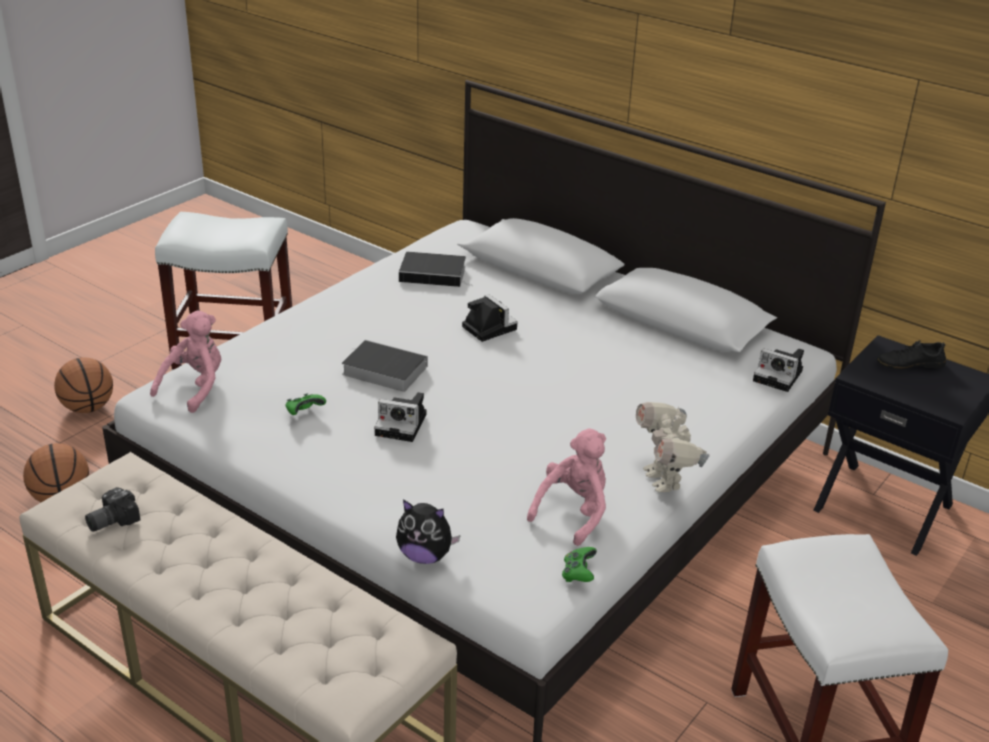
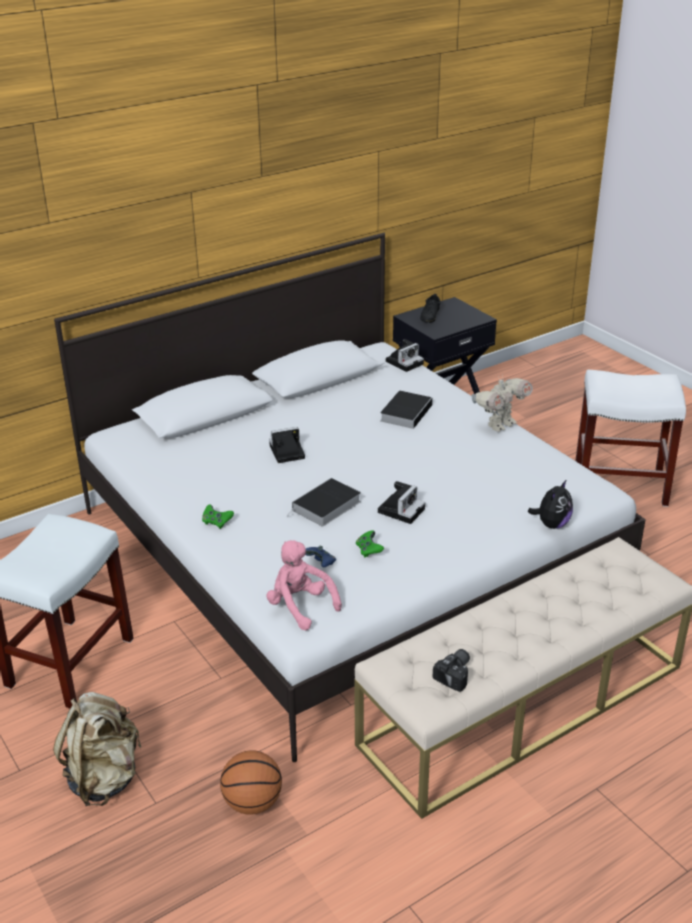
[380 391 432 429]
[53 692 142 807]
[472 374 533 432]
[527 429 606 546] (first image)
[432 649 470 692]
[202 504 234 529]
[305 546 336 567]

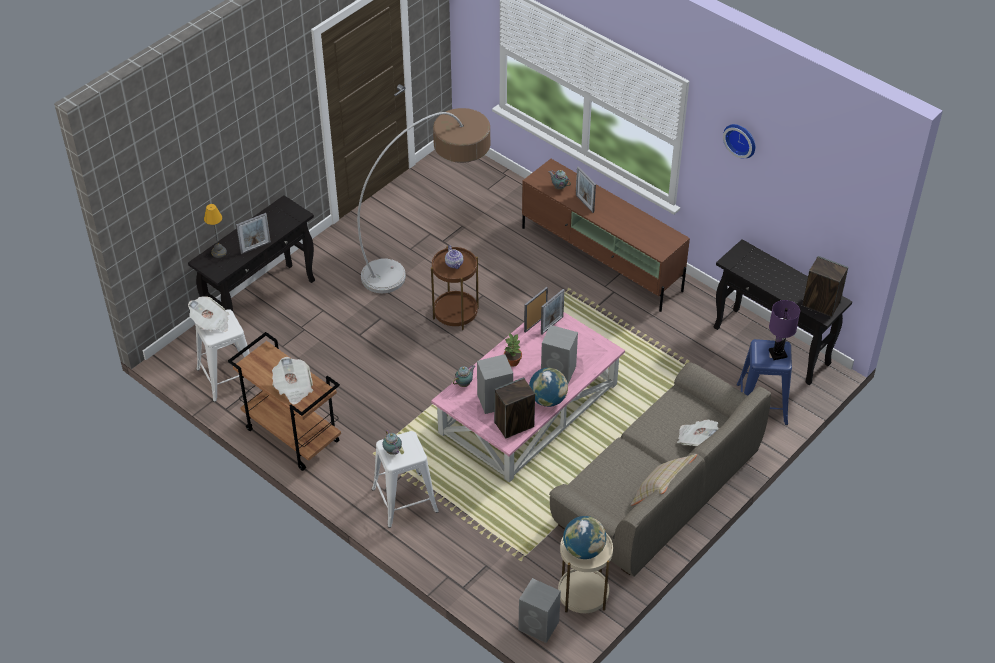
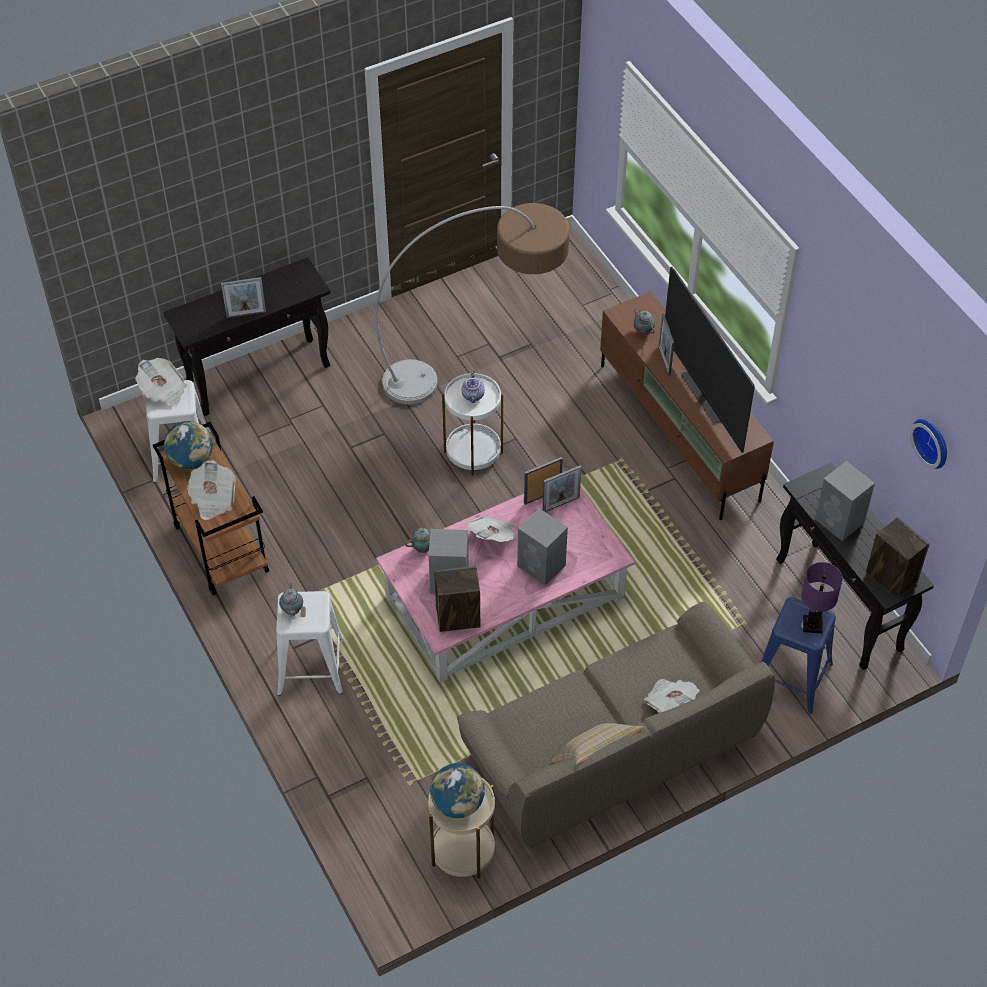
[910 419 947 469]
[204 204 227 258] (first image)
[442 371 503 476]
[467 516 515 542]
[164 421 213 469]
[815 461 875 541]
[665 267 755 453]

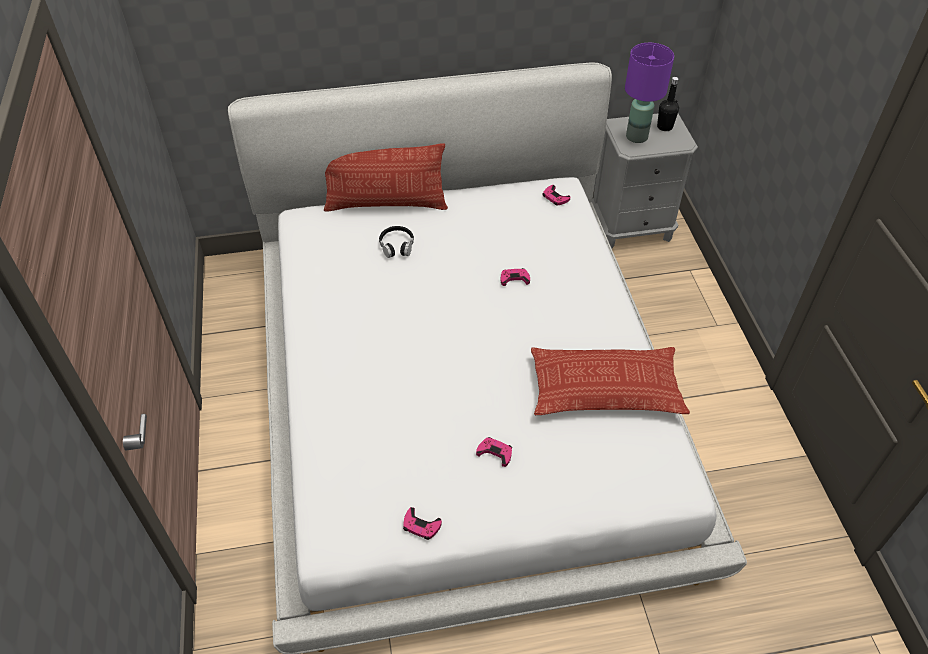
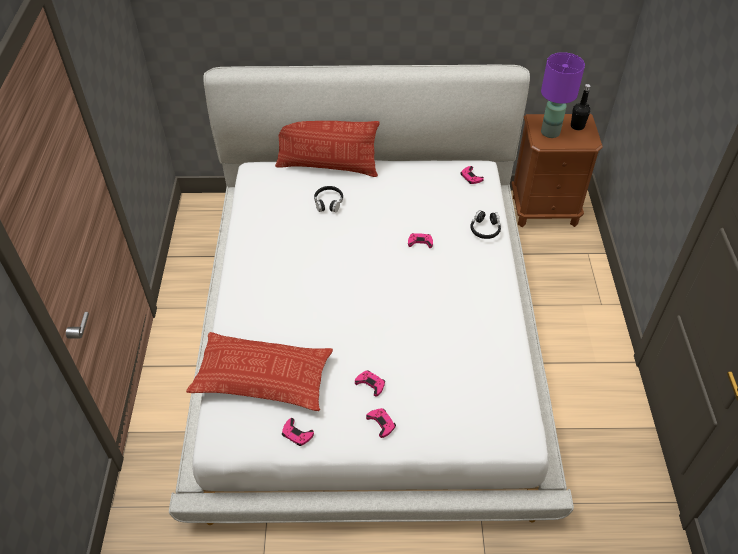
[511 114 603 227]
[186 332 333 411]
[470 210 501 239]
[366 408 396 438]

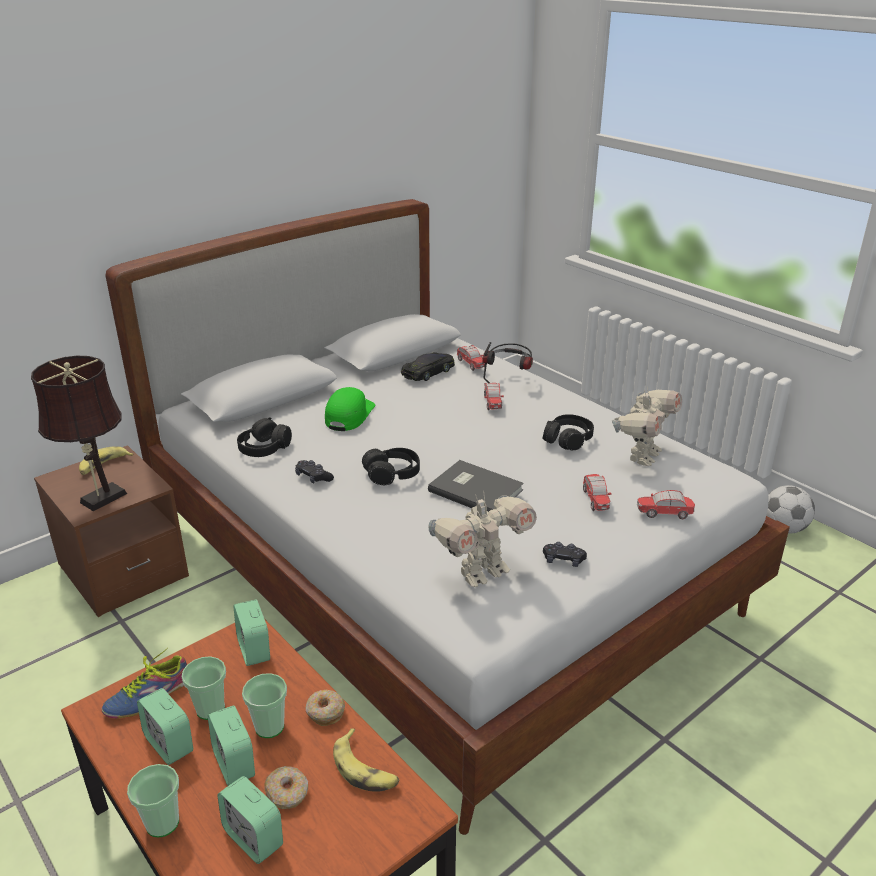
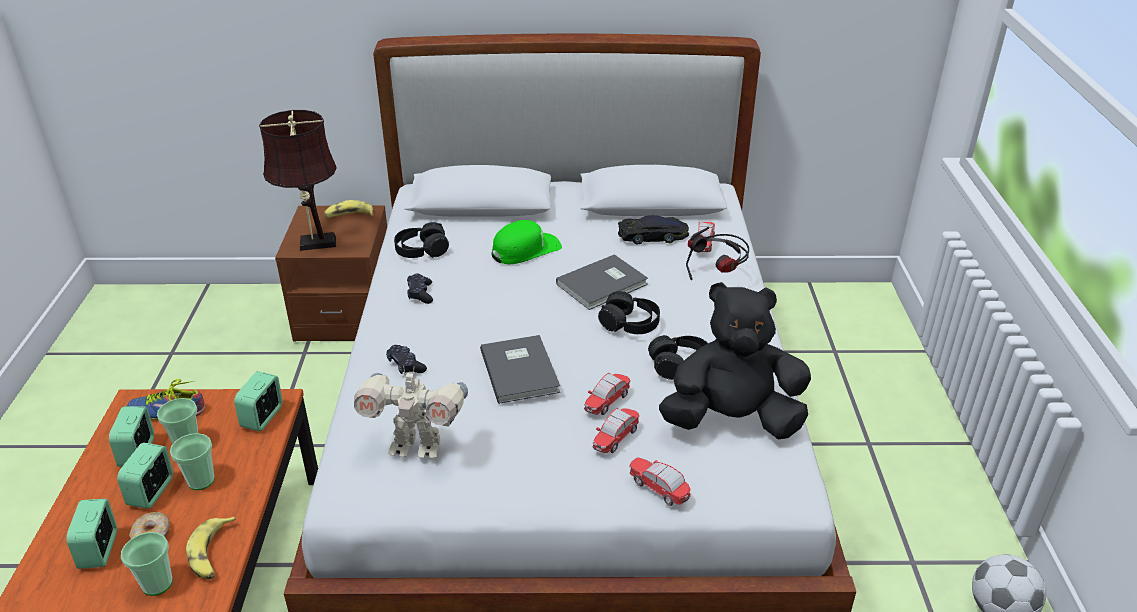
[584 373 630 415]
[659 282 811 439]
[598 291 660 334]
[386 345 427 374]
[305 690 345 726] (first image)
[121 532 173 596]
[556 254 648 310]

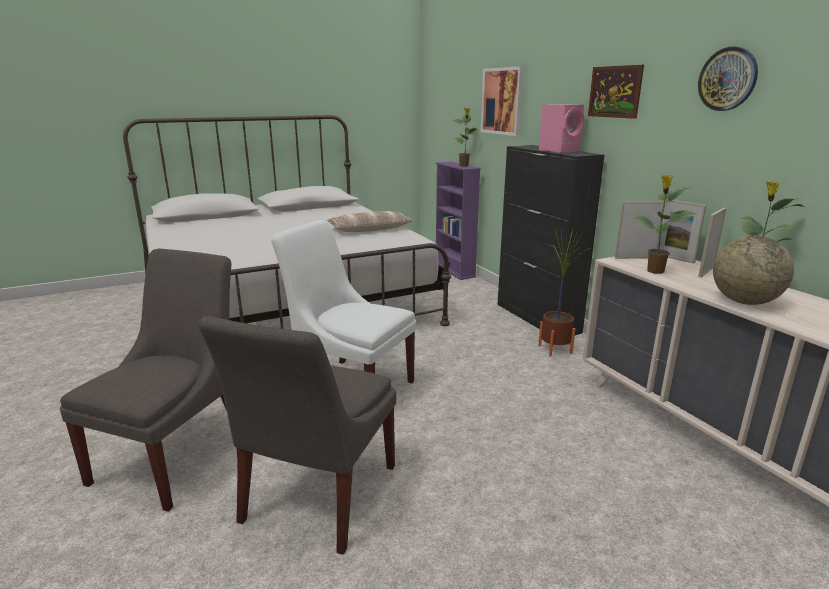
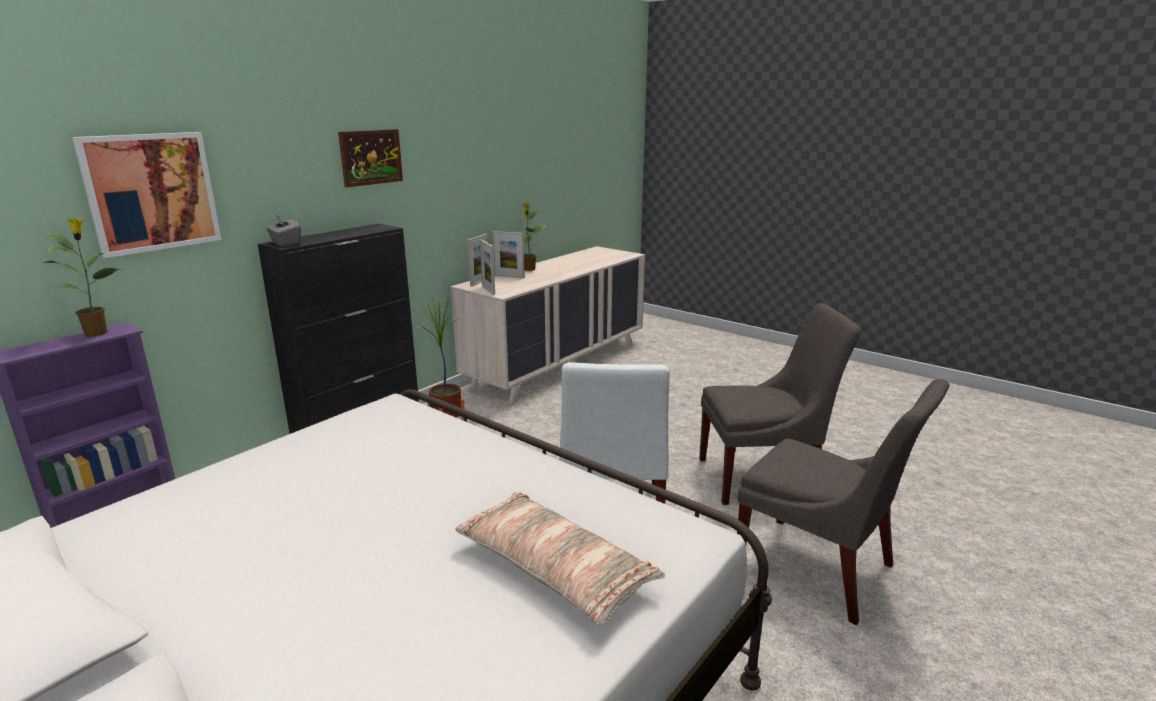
[698 46 758 111] (first image)
[539 104 585 153] (first image)
[629 175 697 274] (first image)
[456 492 665 624]
[713 236 794 305] (first image)
[737 379 949 625]
[266 214 301 246]

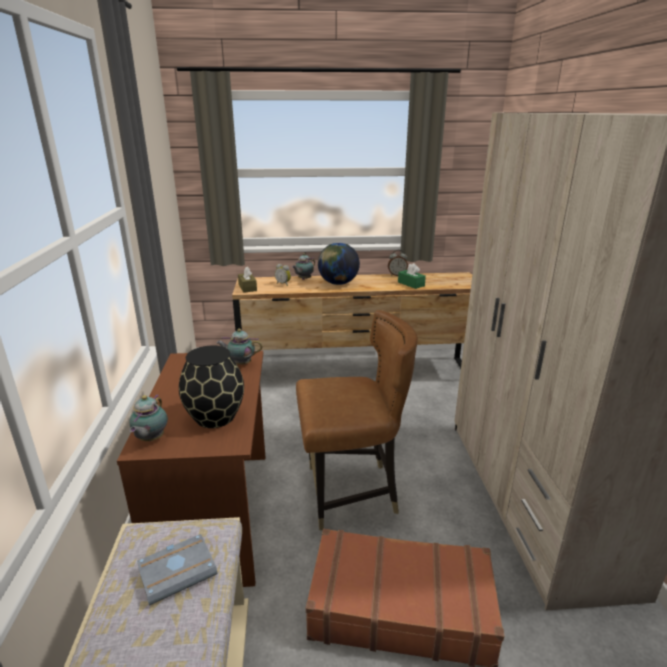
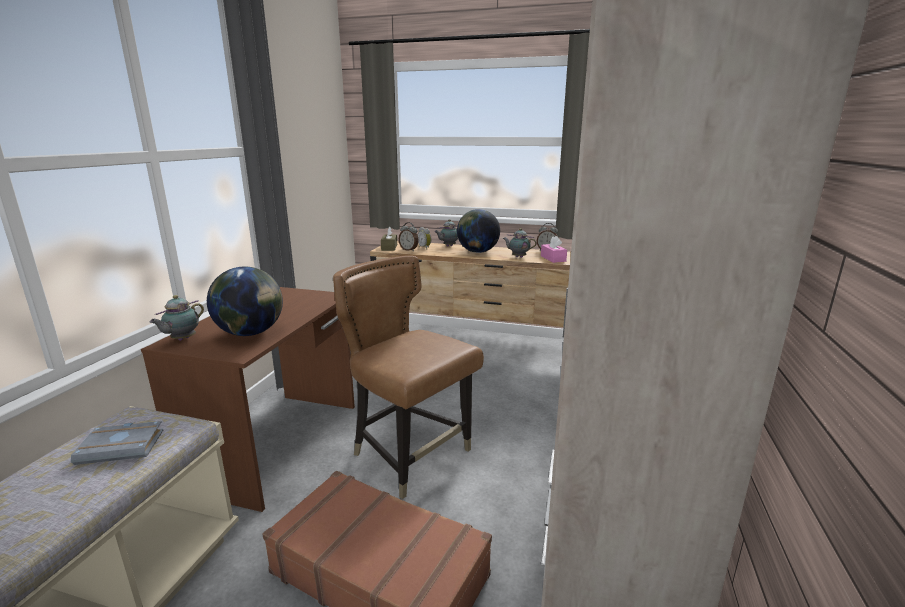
[541 236 567 263]
[333 256 484 499]
[503 228 537 258]
[207 267 283 336]
[399 222 419 251]

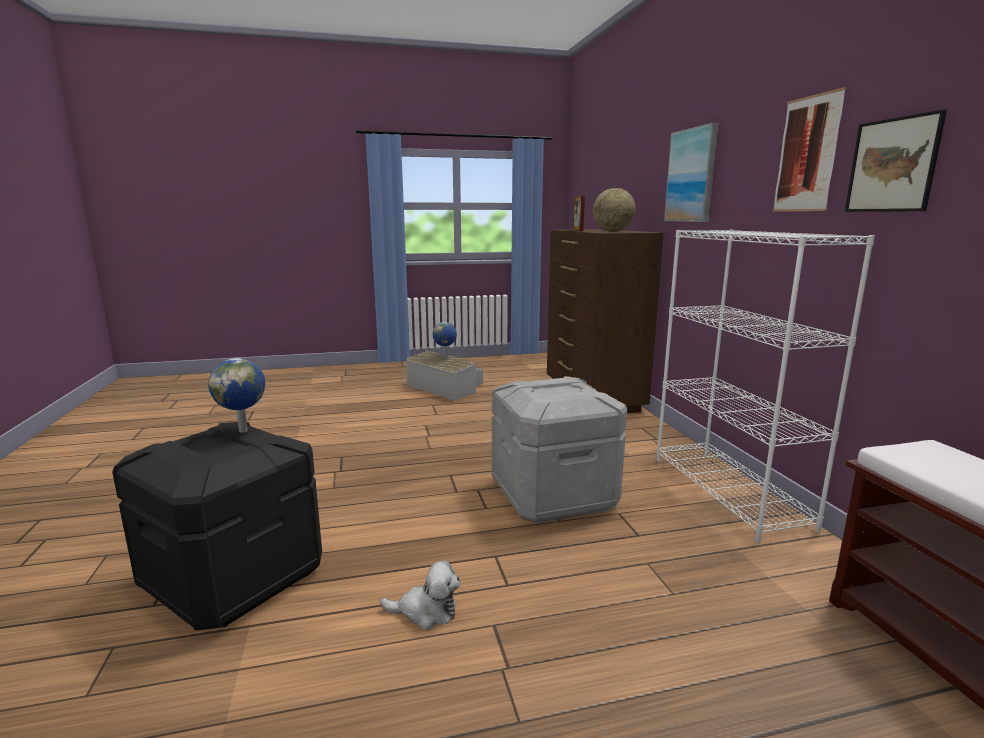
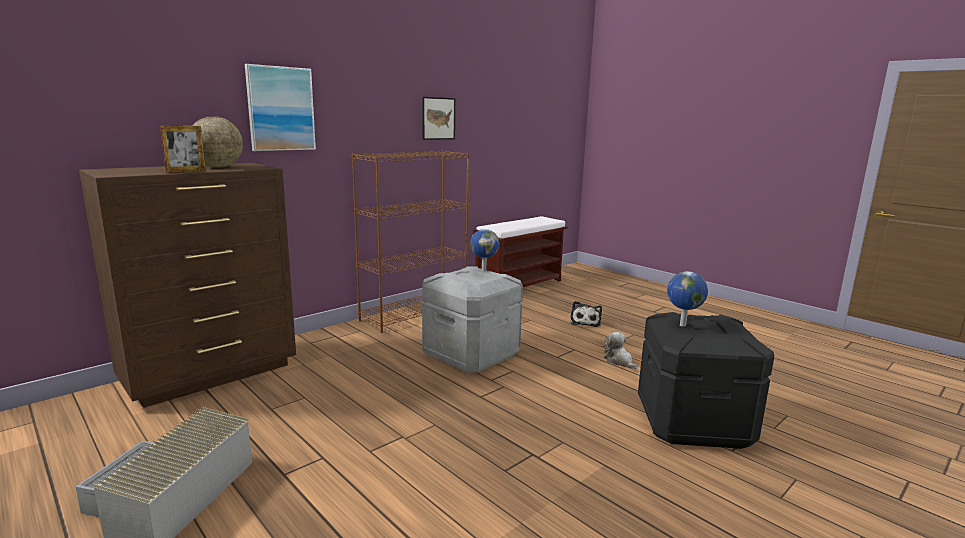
[773 87 847 211] (first image)
[352 151 470 333]
[470 229 499 271]
[570 301 602 327]

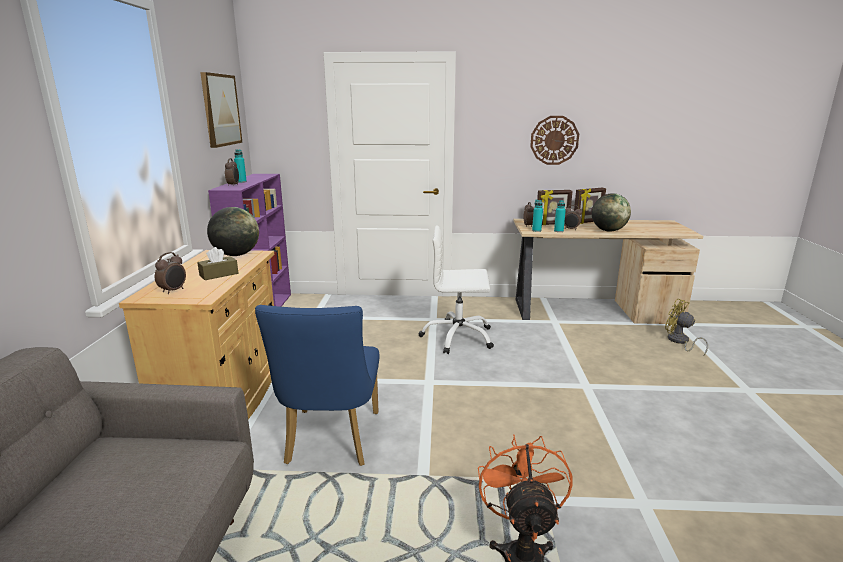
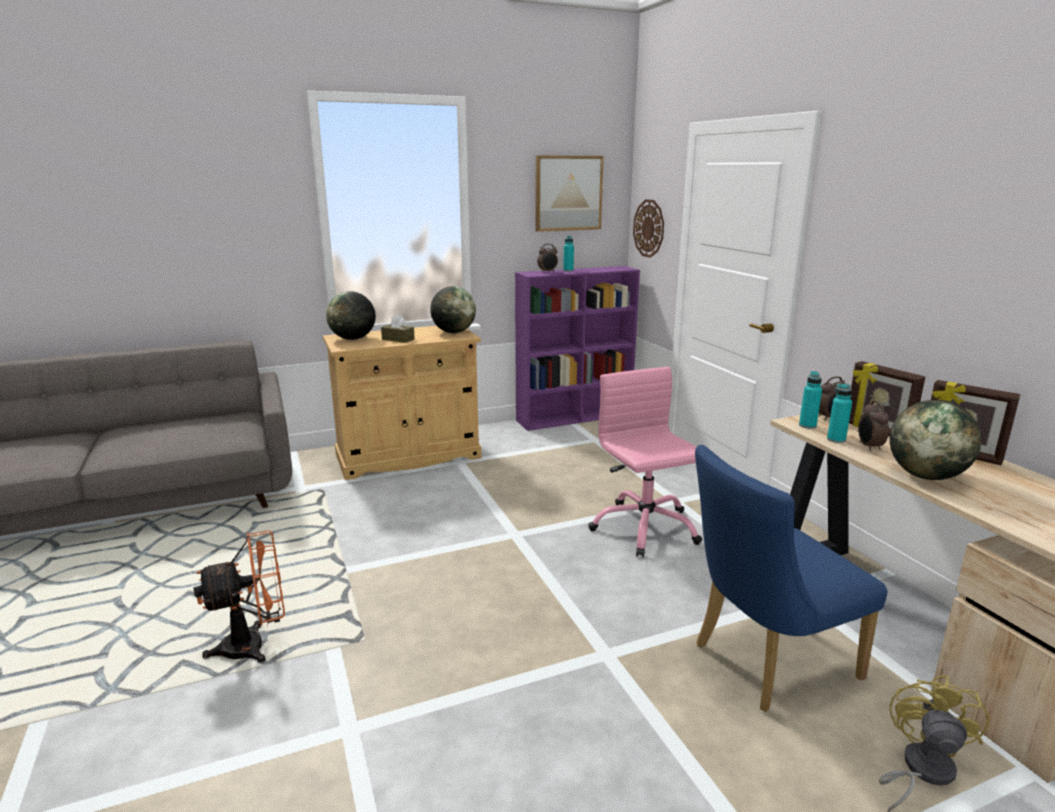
[633 199 664 258]
[588 367 702 557]
[326 291 376 340]
[695 445 887 712]

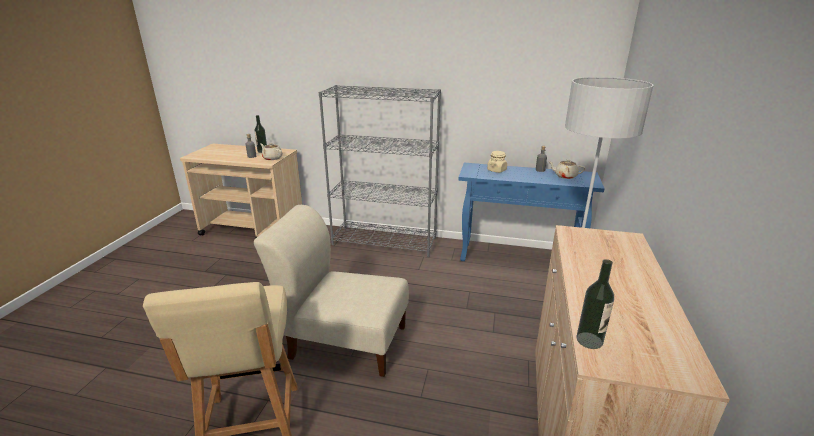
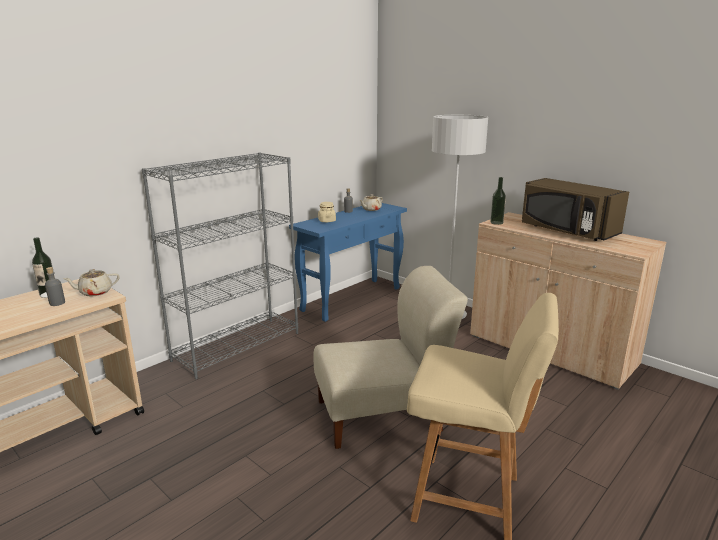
[314 266 468 449]
[490 177 506 225]
[522 178 629 241]

